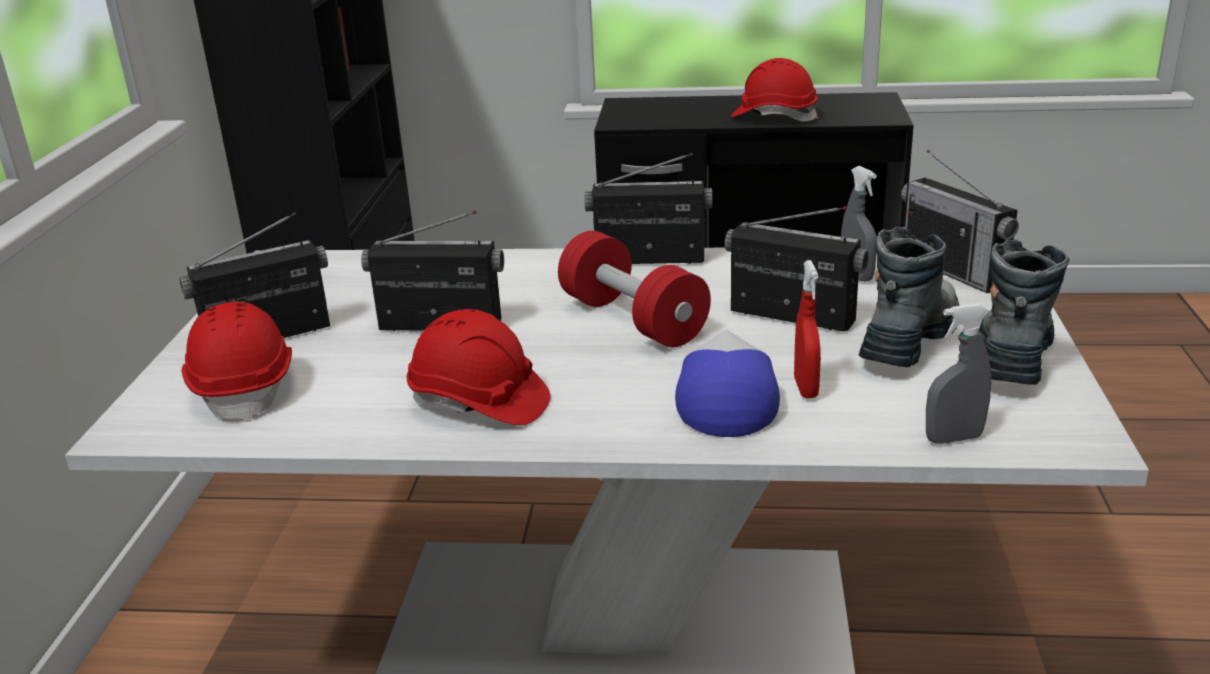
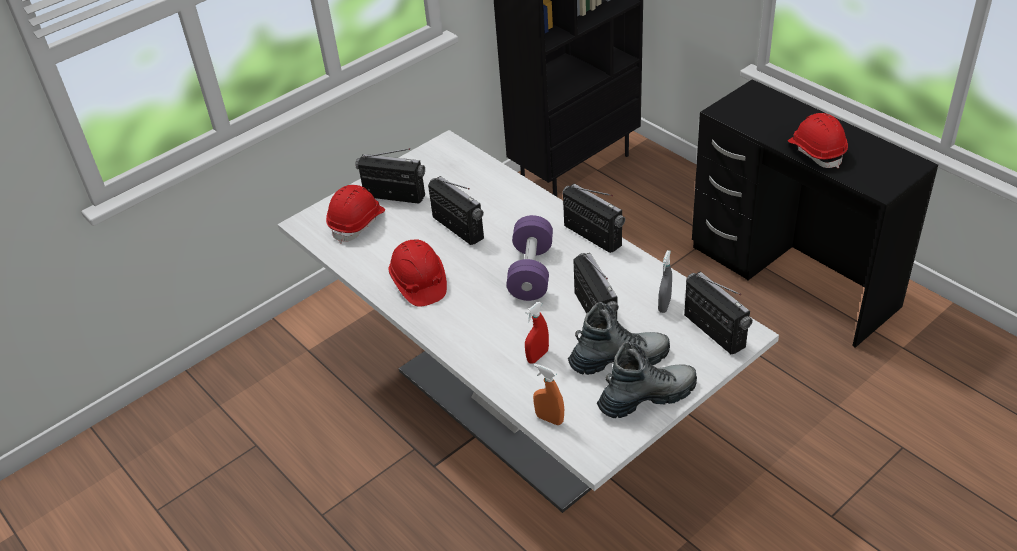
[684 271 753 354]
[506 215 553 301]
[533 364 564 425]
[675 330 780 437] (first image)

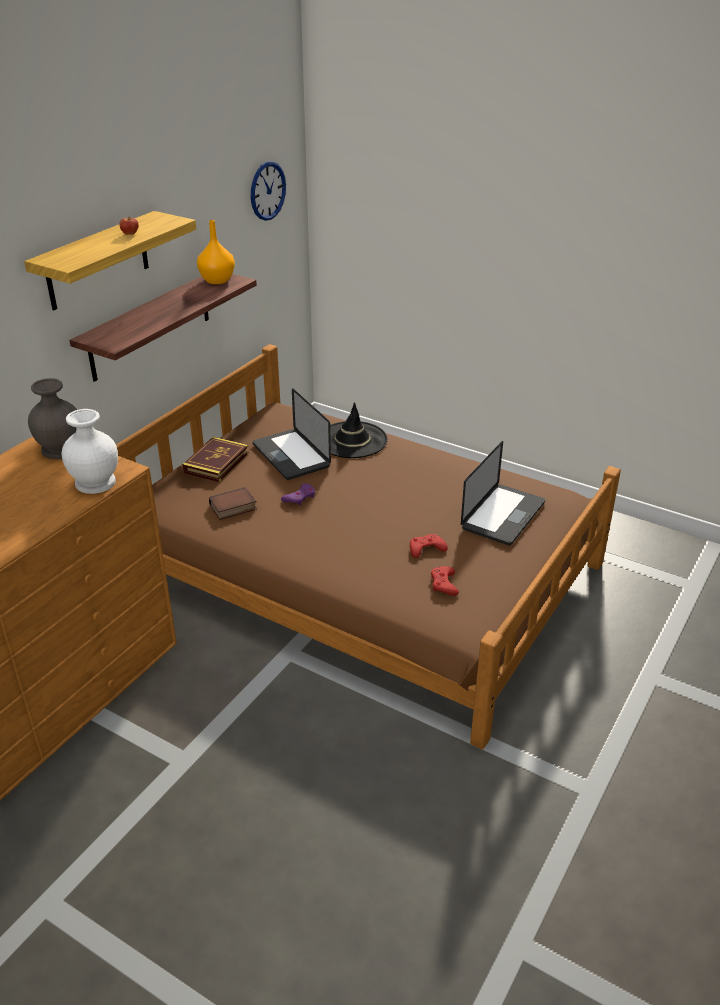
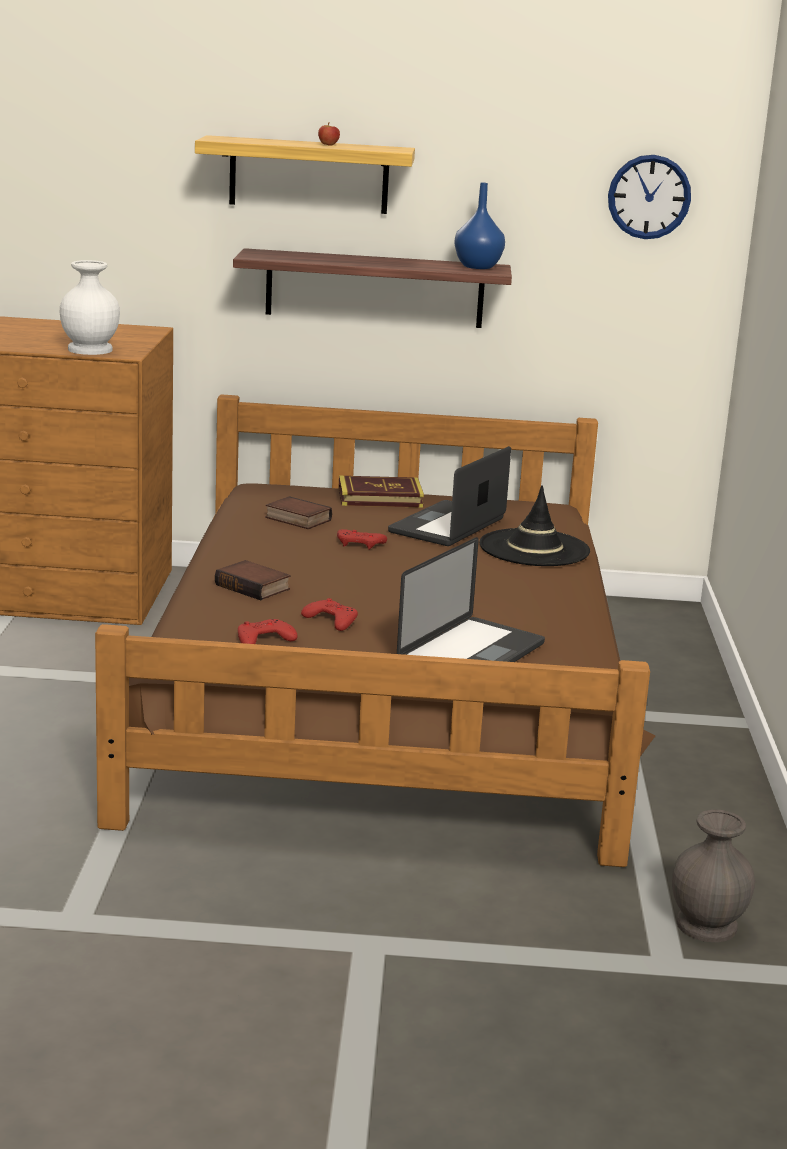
[454 183 505 269]
[672 809 755 942]
[397 537 545 662]
[337 529 387 550]
[215 560 290 600]

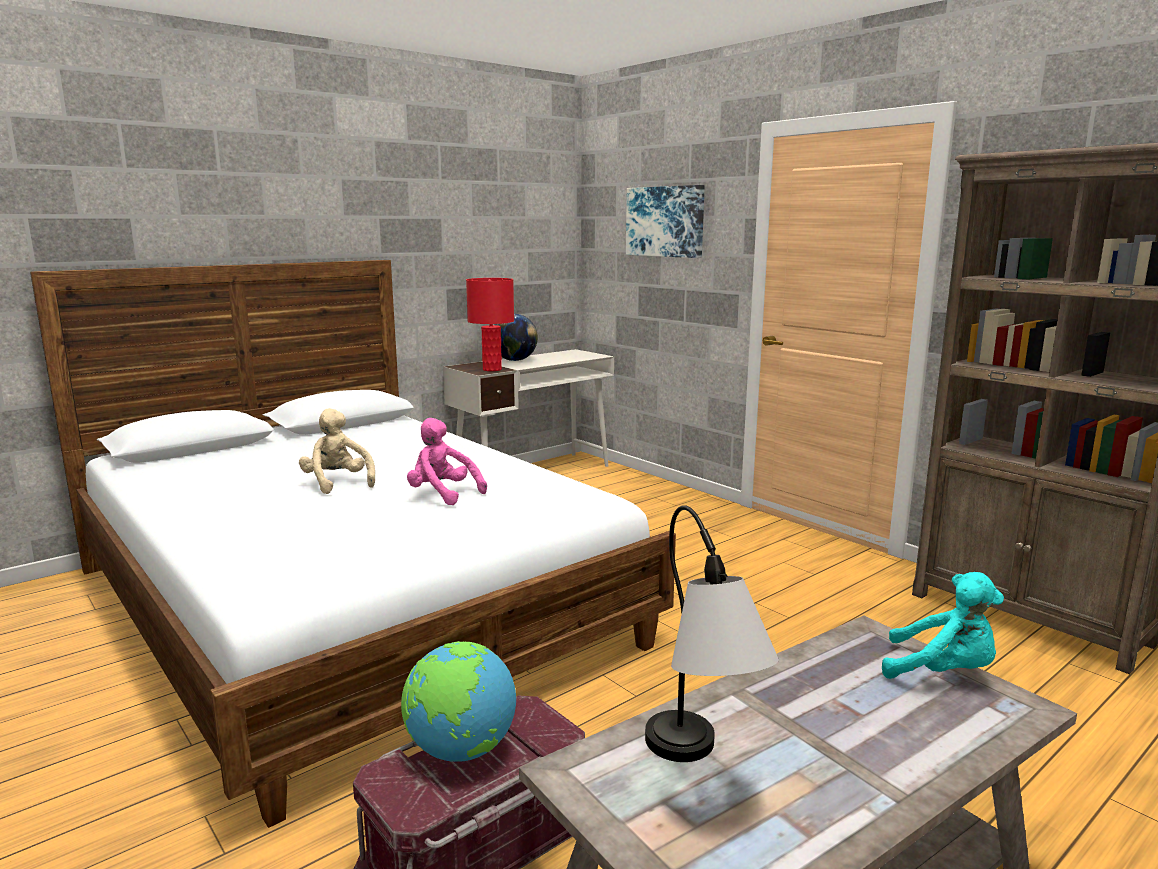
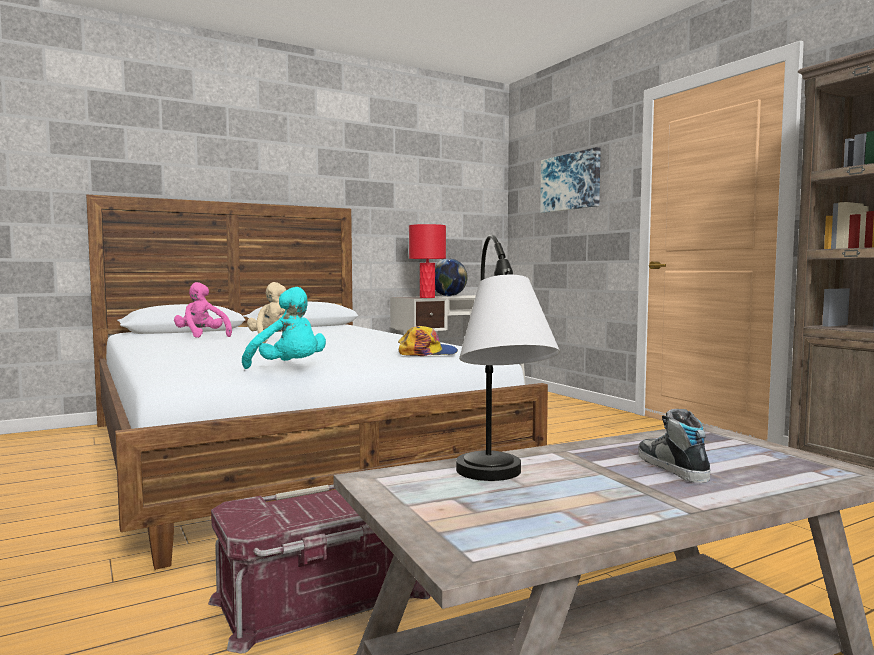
[174 282 232 338]
[242 287 326 369]
[401 641 516 762] (first image)
[398 326 458 356]
[639 409 711 483]

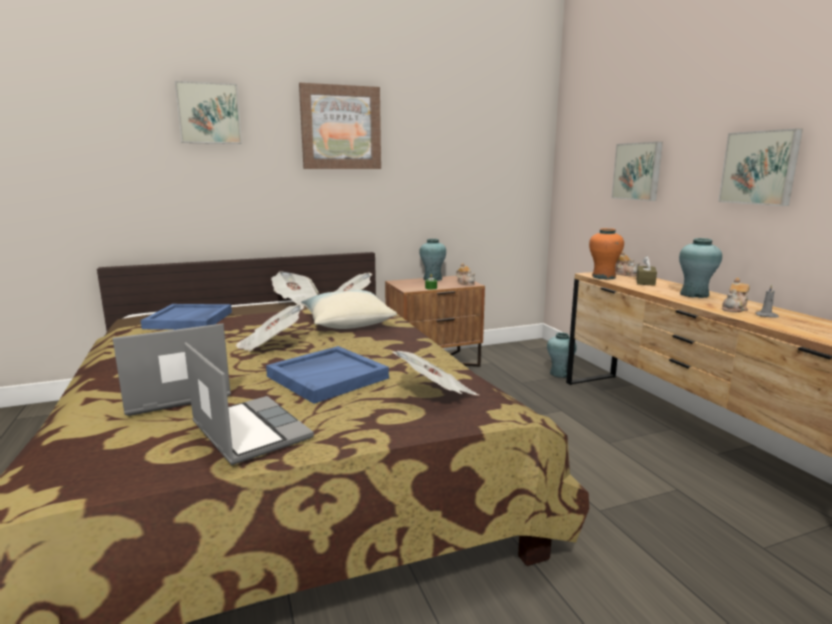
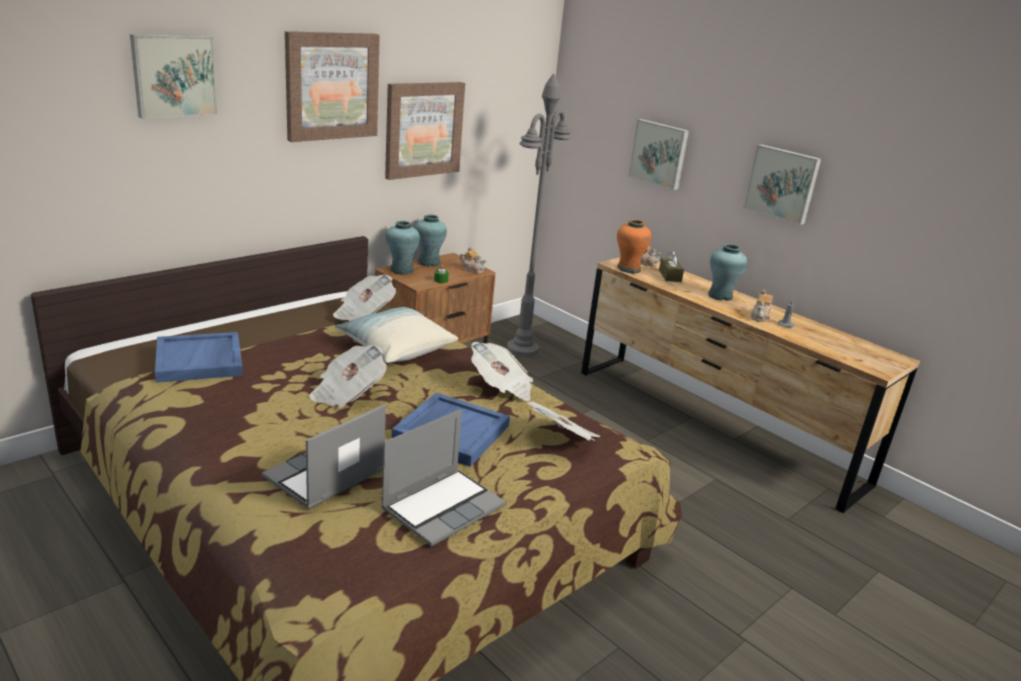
[471 342 533 401]
[386 221 420 275]
[381 409 506 547]
[507 73 571 357]
[385 82 465 180]

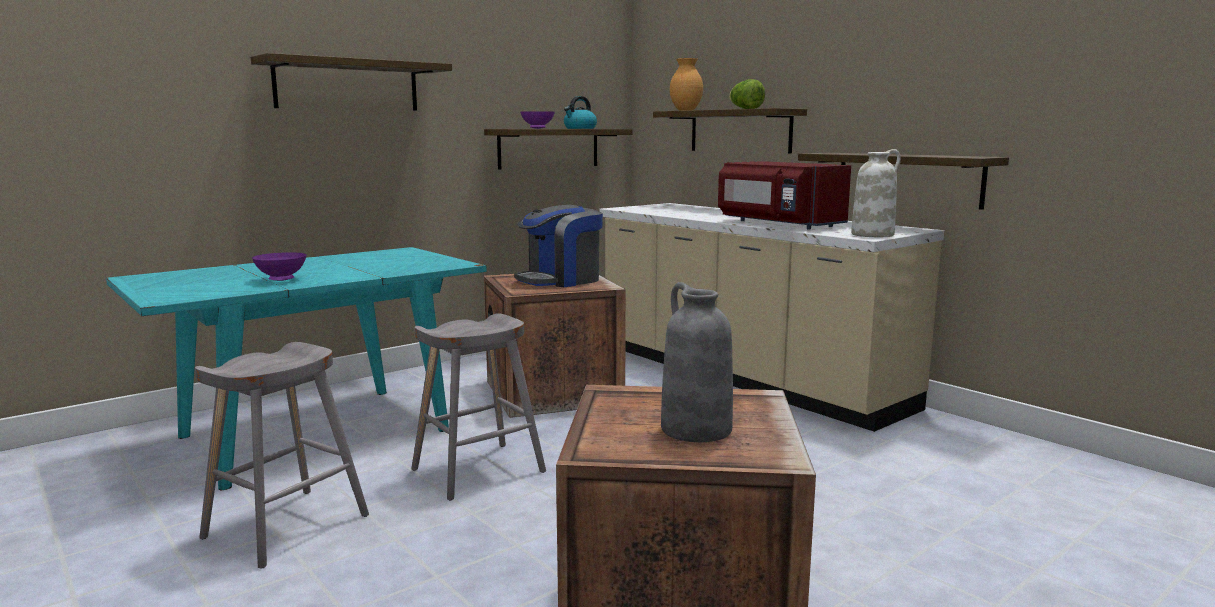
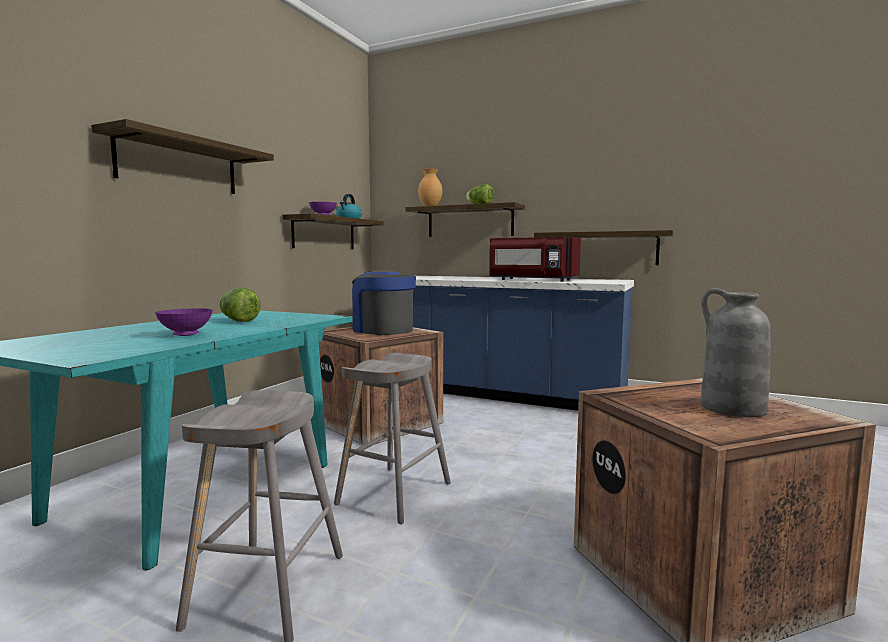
[851 149 901 237] (first image)
[413 276 634 411]
[349 270 416 335]
[219 288 261 322]

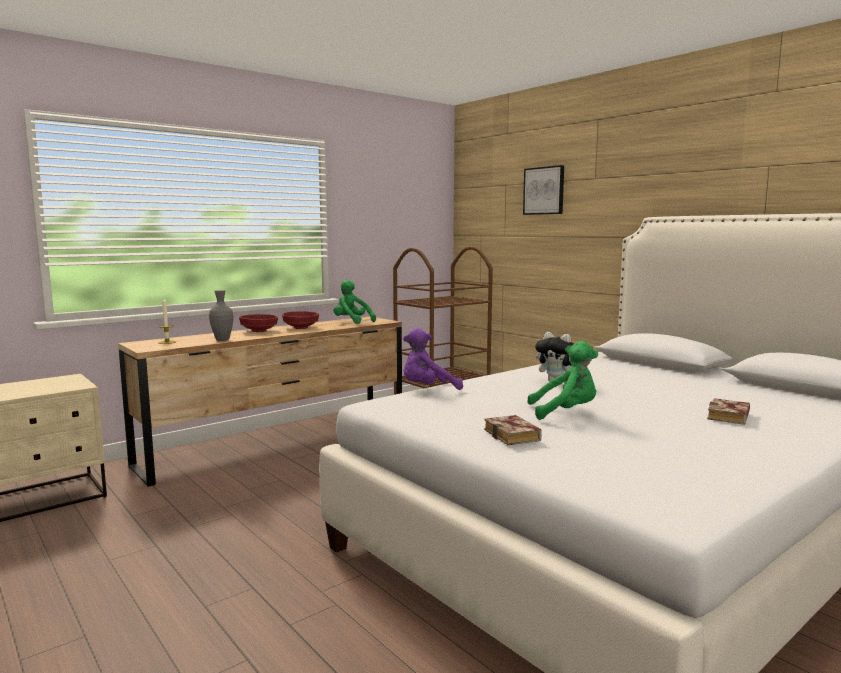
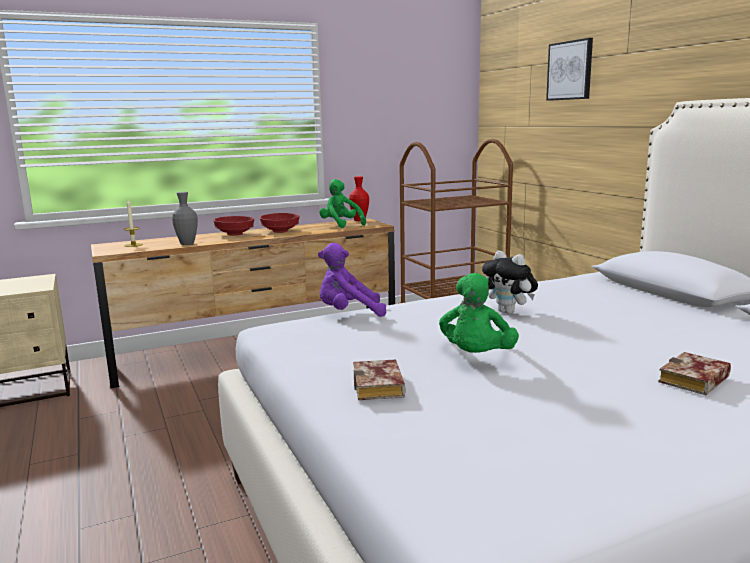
[439 273 519 353]
[349 176 369 221]

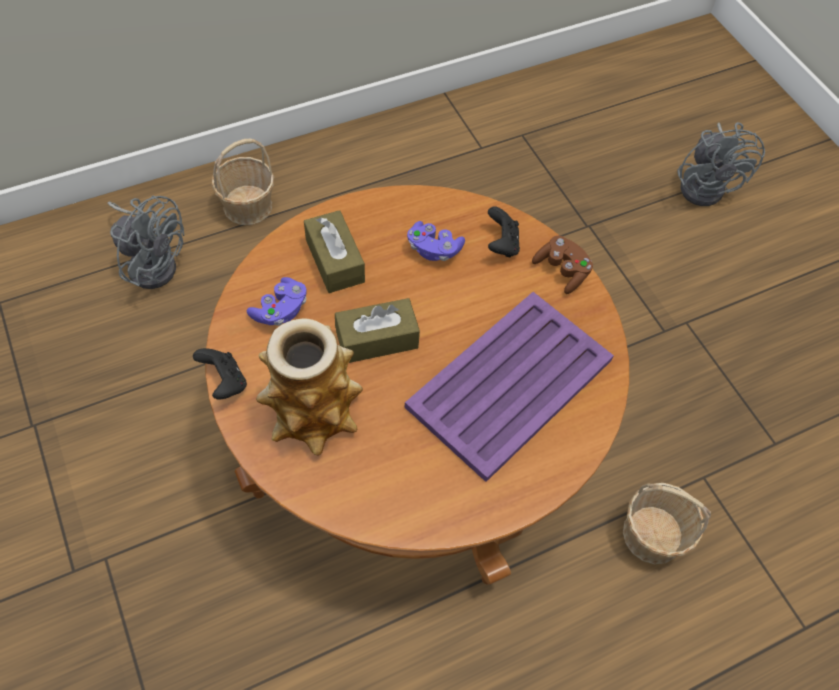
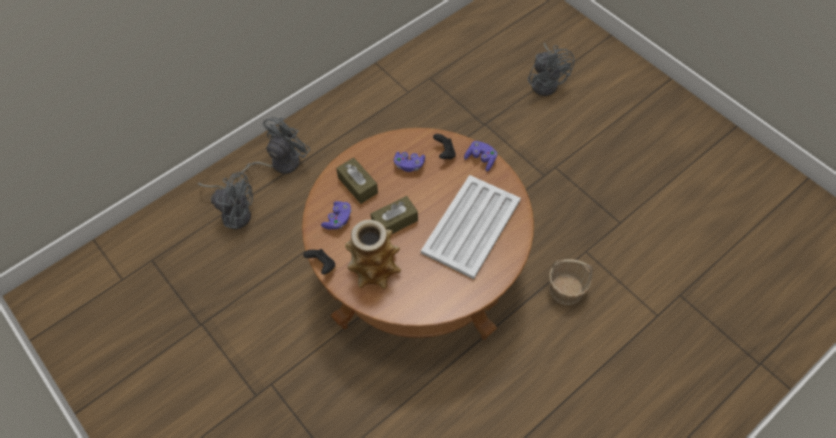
[236 117 311 181]
[464 141 497 172]
[421 175 521 279]

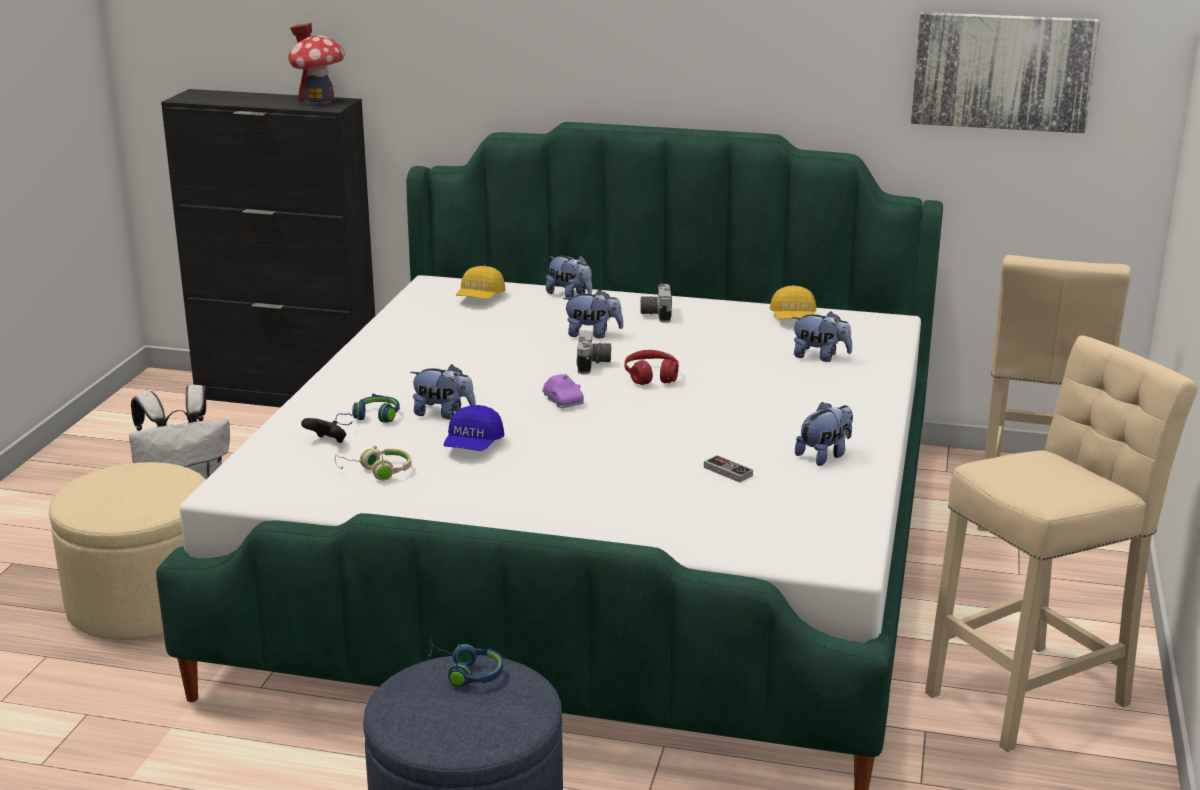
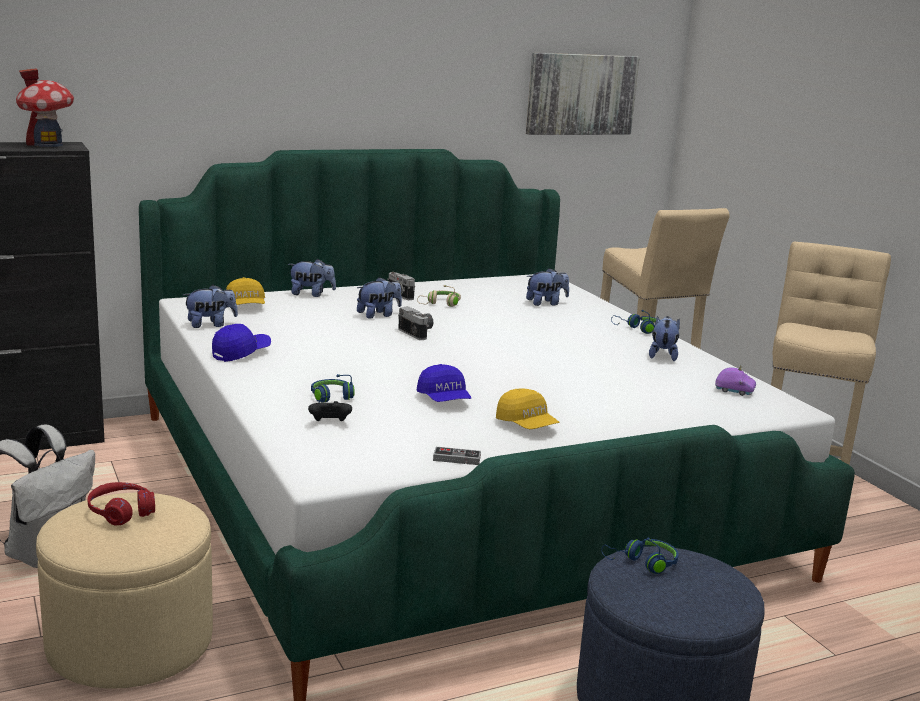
[496 388 559 429]
[88 482 155 526]
[183 285 238 328]
[715 365 756 396]
[417 285 461 307]
[433 447 481 465]
[611 310 660 334]
[212 324 271 362]

